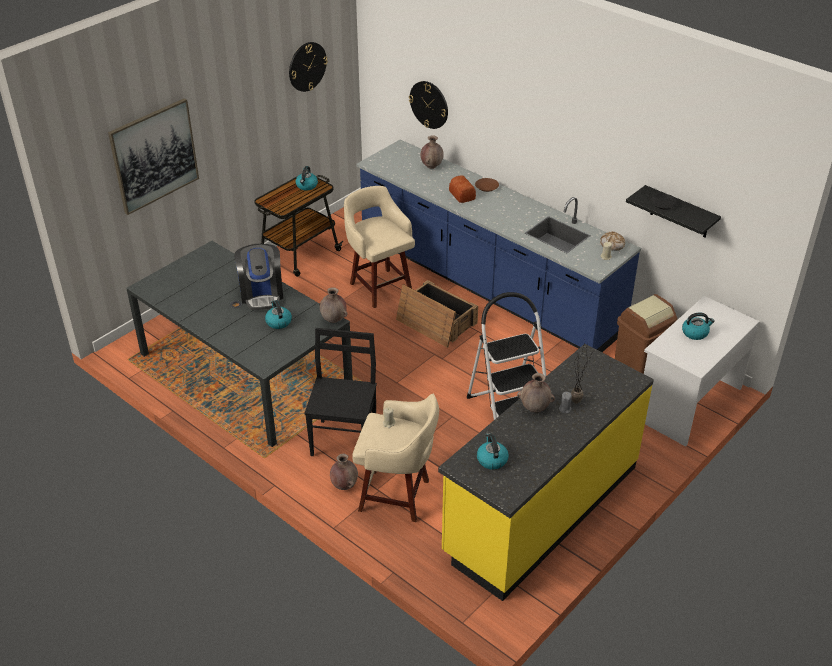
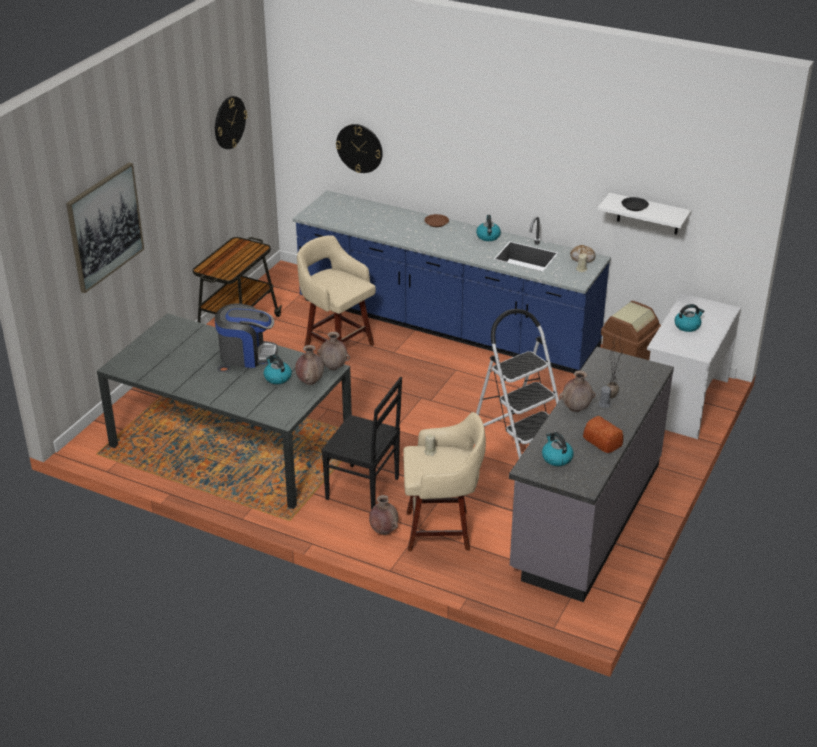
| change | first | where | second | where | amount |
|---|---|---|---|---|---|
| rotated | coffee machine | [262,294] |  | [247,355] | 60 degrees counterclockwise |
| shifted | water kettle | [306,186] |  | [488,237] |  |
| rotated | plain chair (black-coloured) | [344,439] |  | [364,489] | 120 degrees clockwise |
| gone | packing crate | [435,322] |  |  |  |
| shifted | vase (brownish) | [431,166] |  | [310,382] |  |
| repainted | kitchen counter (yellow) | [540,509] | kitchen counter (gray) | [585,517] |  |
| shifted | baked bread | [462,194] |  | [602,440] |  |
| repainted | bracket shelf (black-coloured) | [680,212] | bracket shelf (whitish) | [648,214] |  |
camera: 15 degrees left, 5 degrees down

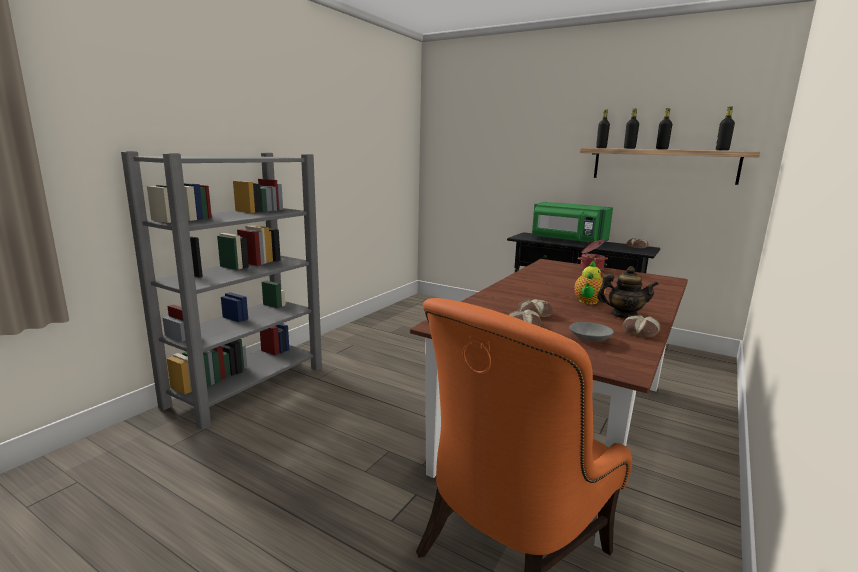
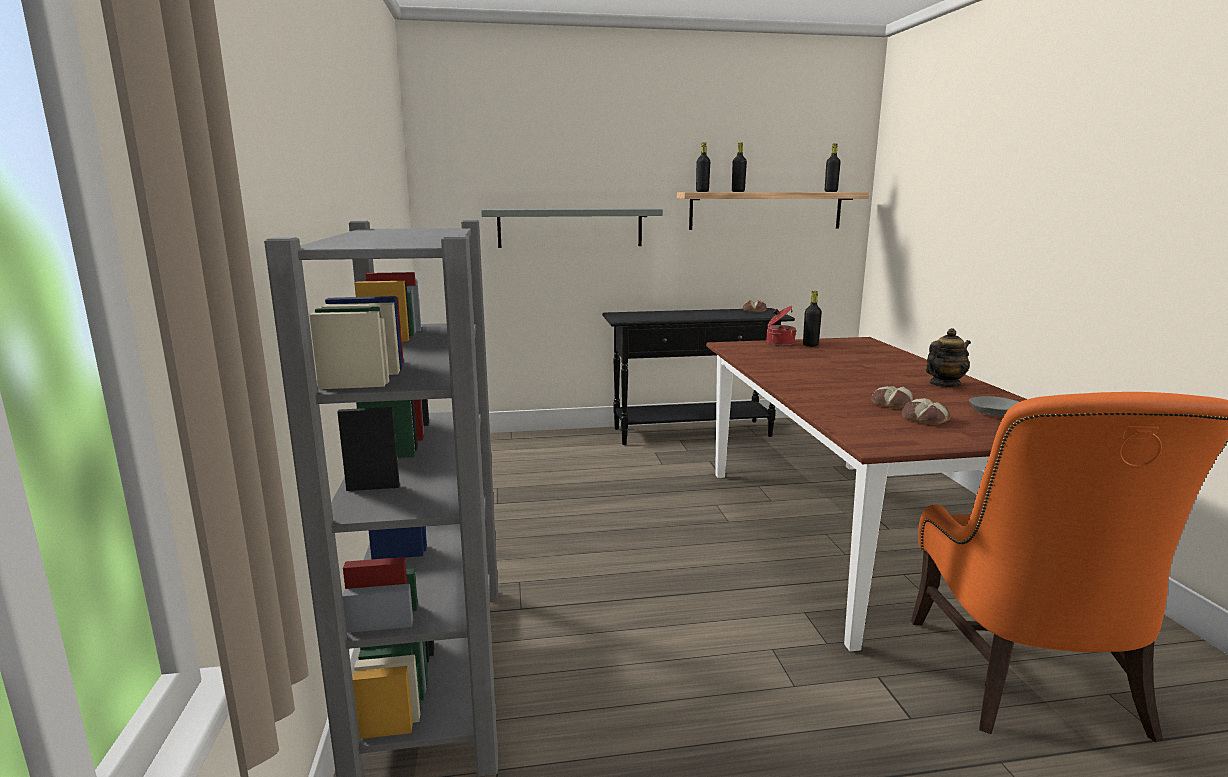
| change | first | where | second | where | amount |
|---|---|---|---|---|---|
| gone | microwave (green) | [567,241] |  |  |  |
| gone | pot for tea | [587,302] |  |  |  |
| gone | baked bread | [639,331] |  |  |  |
| shifted | drink bottle (black-coloured) | [661,149] |  | [810,345] |  |
| new |  |  | bracket shelf (gray) | [570,227] |  |
camera: 40 degrees left, 0 degrees up

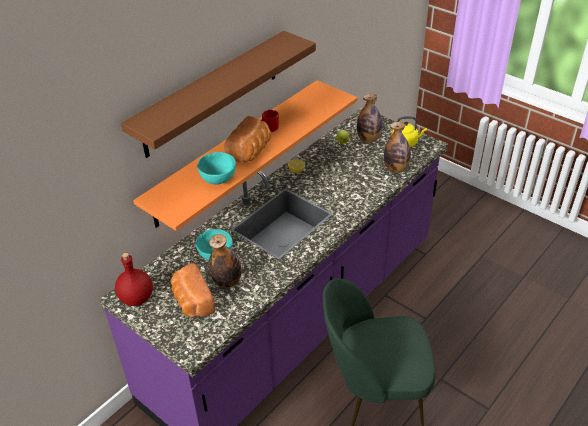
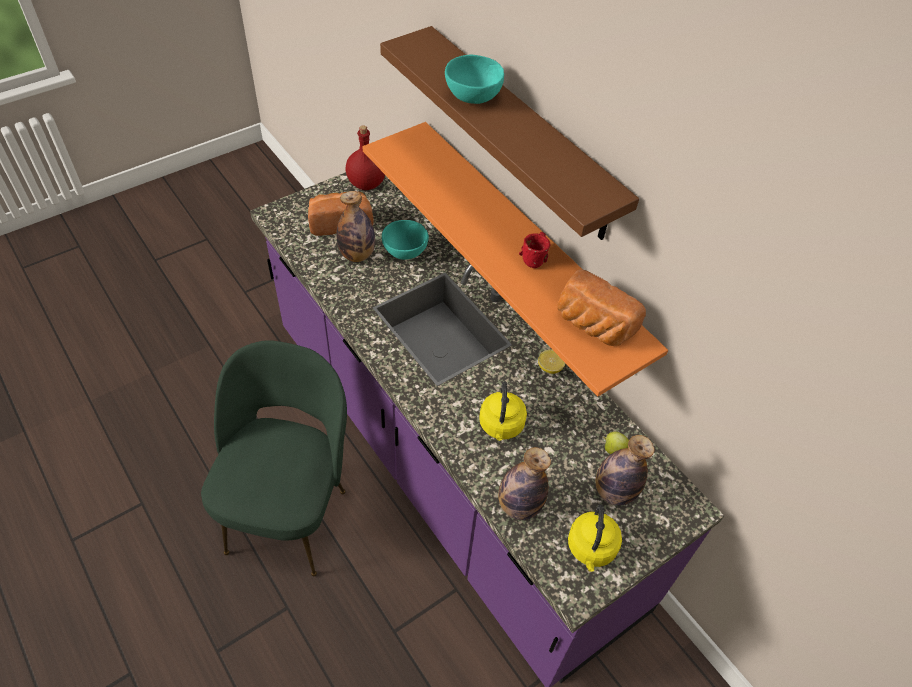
| change | first | where | second | where | amount |
|---|---|---|---|---|---|
| shifted | serving bowl (turquoise-coloured) | [219,179] |  | [473,98] |  |
| shifted | baked bread | [251,151] |  | [592,325] |  |
| new |  |  | water kettle (yellow) | [501,426] |  |
camera: 100 degrees right, 10 degrees up

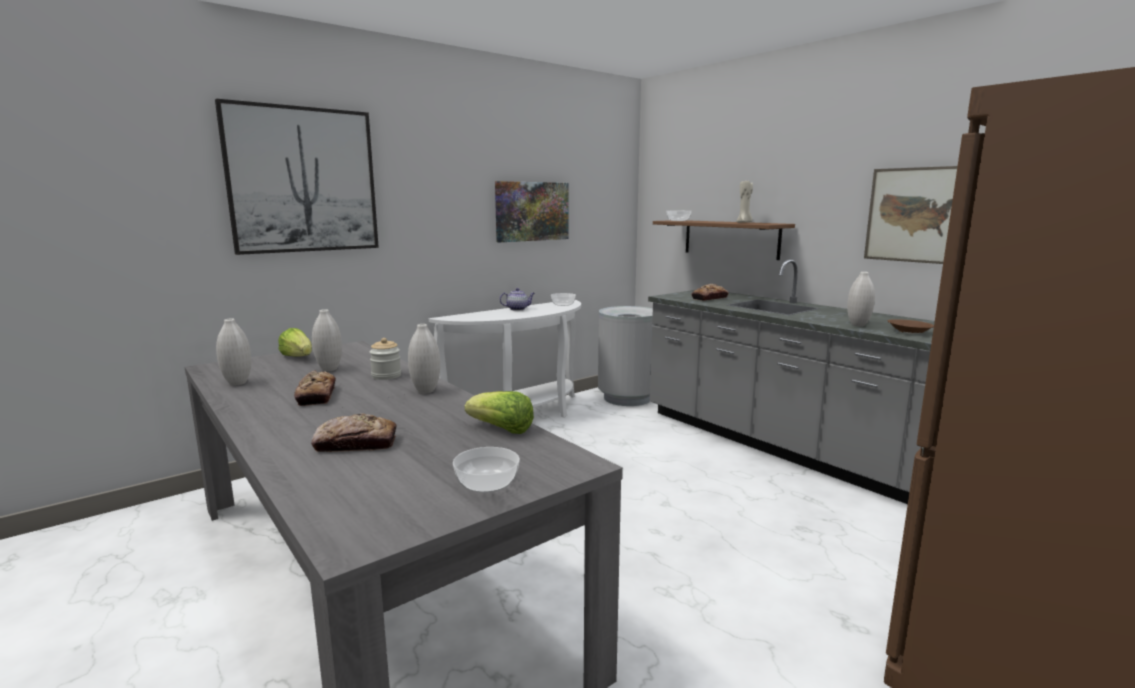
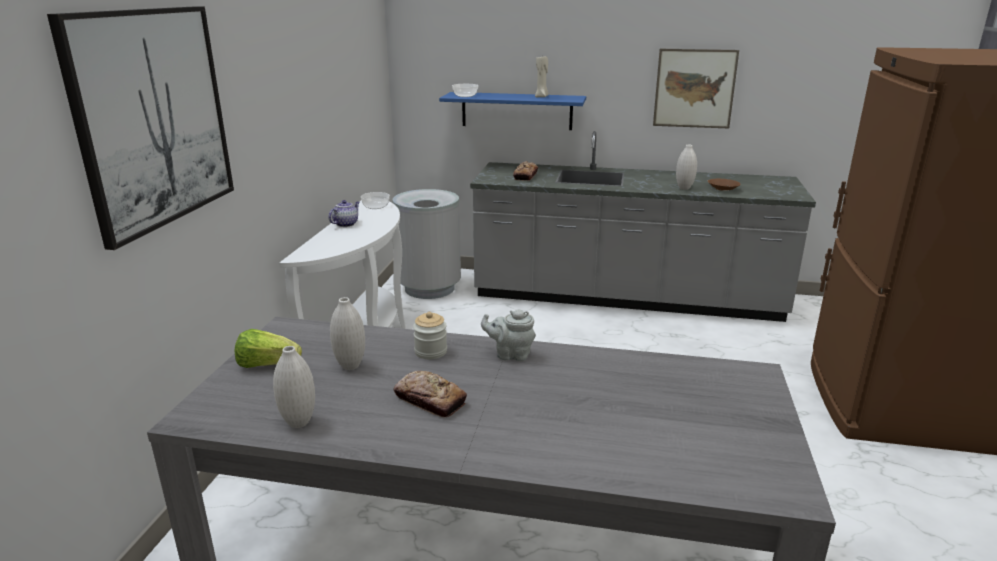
| change | first | where | second | where | amount |
|---|---|---|---|---|---|
| gone | baked bread | [356,444] |  |  |  |
| swapped | vase (whitish) | [426,391] | pot for tea (gray) | [510,354] |  |
| gone | serving bowl | [486,484] |  |  |  |
| gone | lettuce head | [502,430] |  |  |  |
| gone | picture | [532,211] |  |  |  |
| repainted | bracket shelf (brownish) | [730,239] | bracket shelf (blue-coloured) | [516,111] |  |
camera: 40 degrees left, 10 degrees up

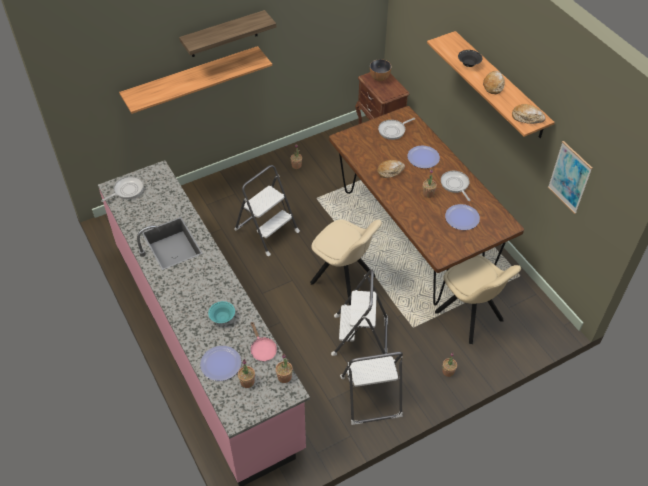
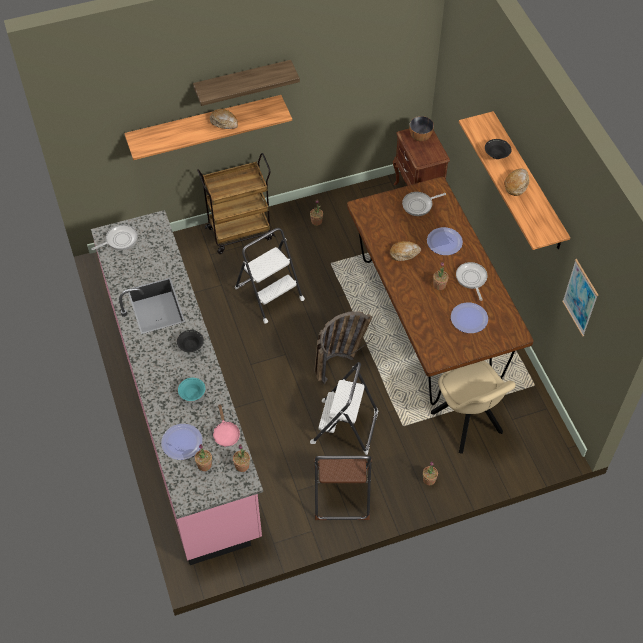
| change | first | where | second | where | amount |
|---|---|---|---|---|---|
| swapped | plain chair (beige-coloured) | [343,279] | basket | [340,361] |  |
| repainted | step ladder (whitish) | [371,398] | step ladder (brownish) | [341,495] |  |
| shifted | baked bread | [527,118] |  | [224,122] |  |
| new |  |  | serving bowl (black-coloured) | [191,346] |  |
| new |  |  | wheeled cart (brownish) | [240,233] |  |
camera: 10 degrees right, 5 degrees up

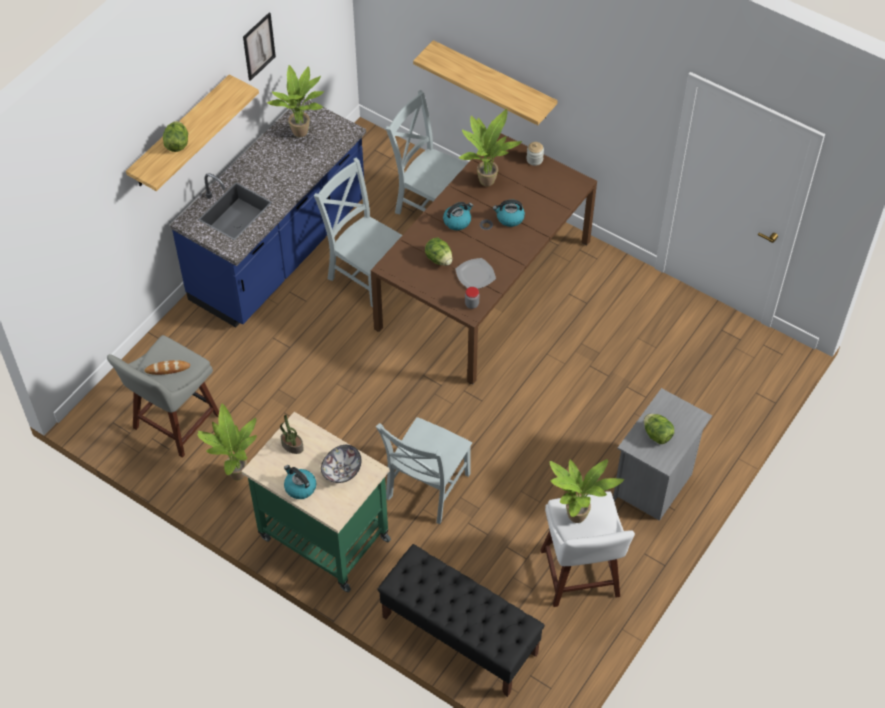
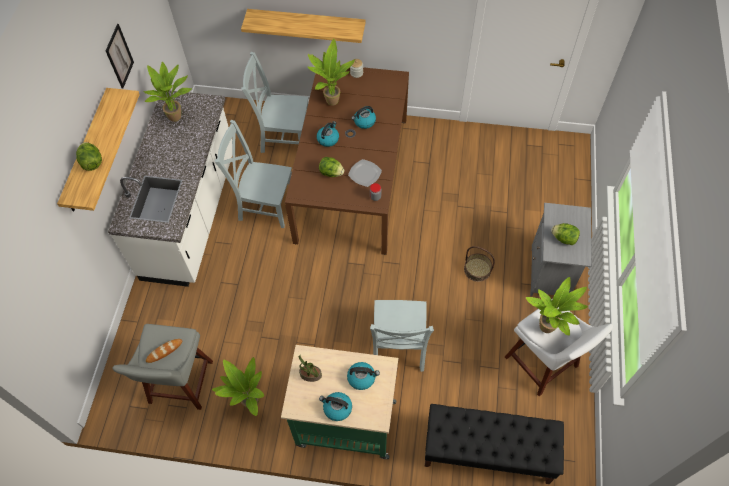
| change | first | where | second | where | amount |
|---|---|---|---|---|---|
| repainted | kitchen counter (blue-coloured) | [280,251] | kitchen counter (whitish) | [191,214] |  |
| swapped | serving bowl | [341,470] | water kettle | [362,378] |  |
| new |  |  | basket | [477,269] |  |
camera: 25 degrees left, 5 degrees up

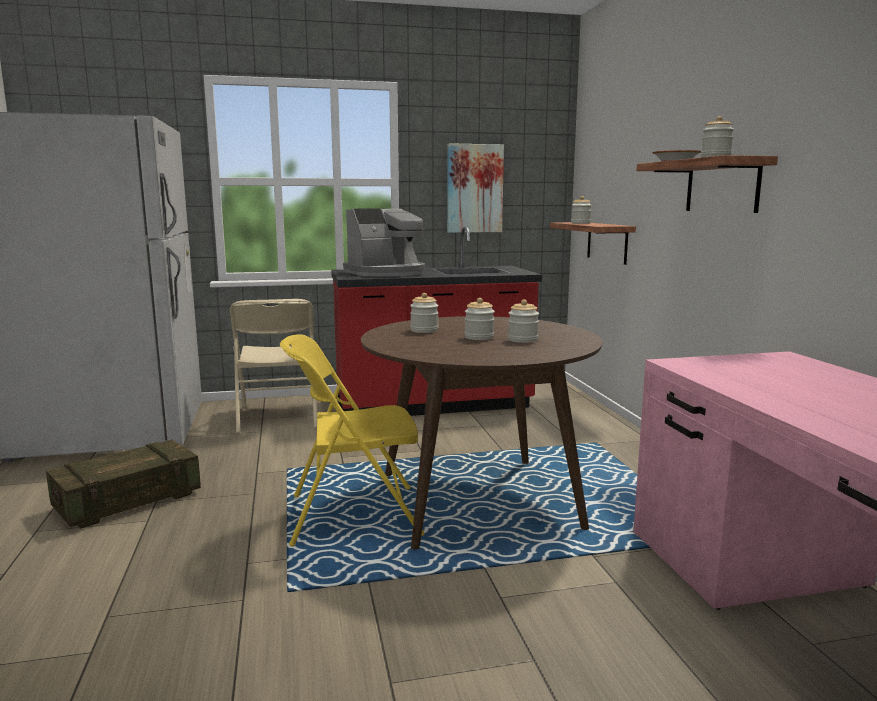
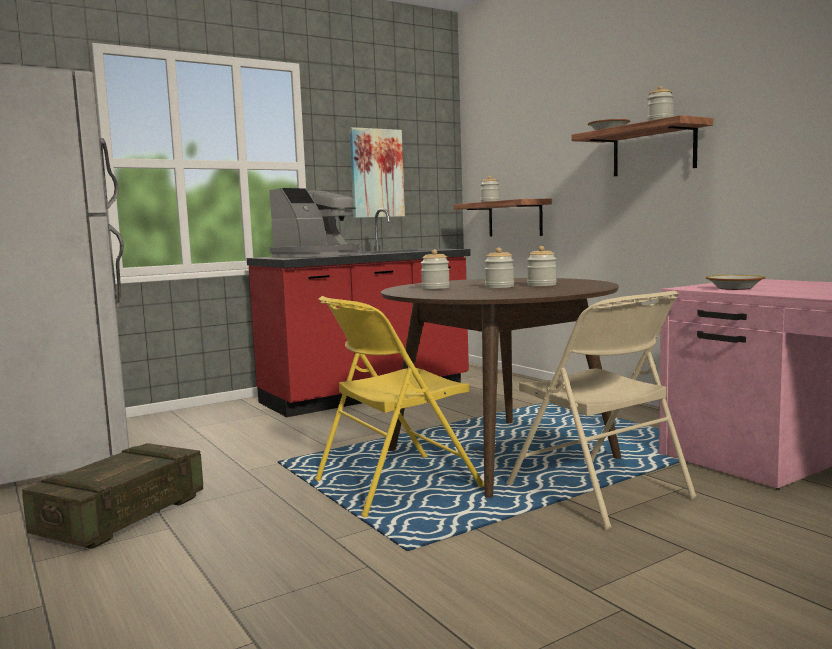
| change | first | where | second | where | amount |
|---|---|---|---|---|---|
| shifted | plain chair (beige-coloured) | [278,417] |  | [597,492] |  |
| new |  |  | serving bowl | [734,288] |  |
camera: 20 degrees left, 5 degrees down

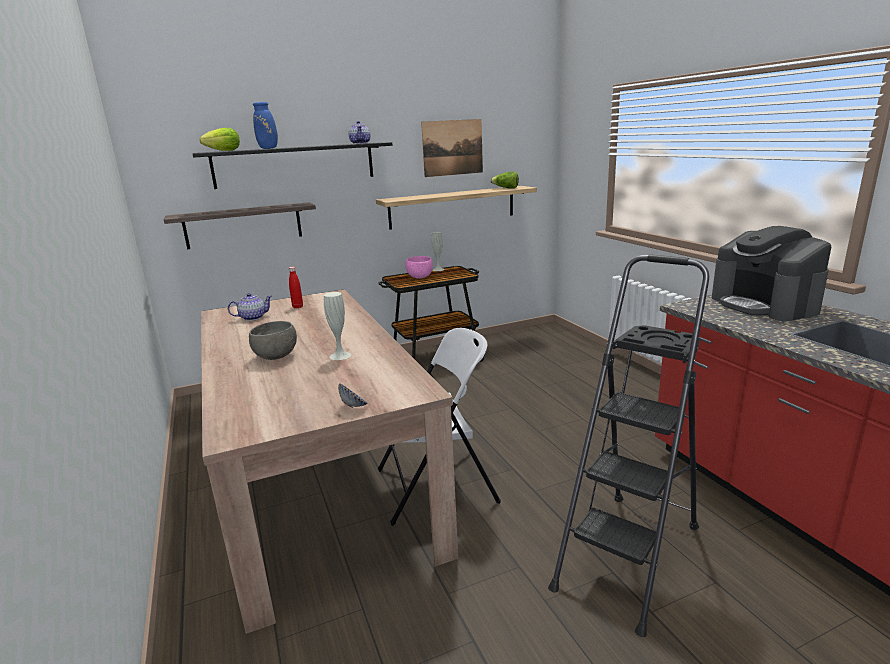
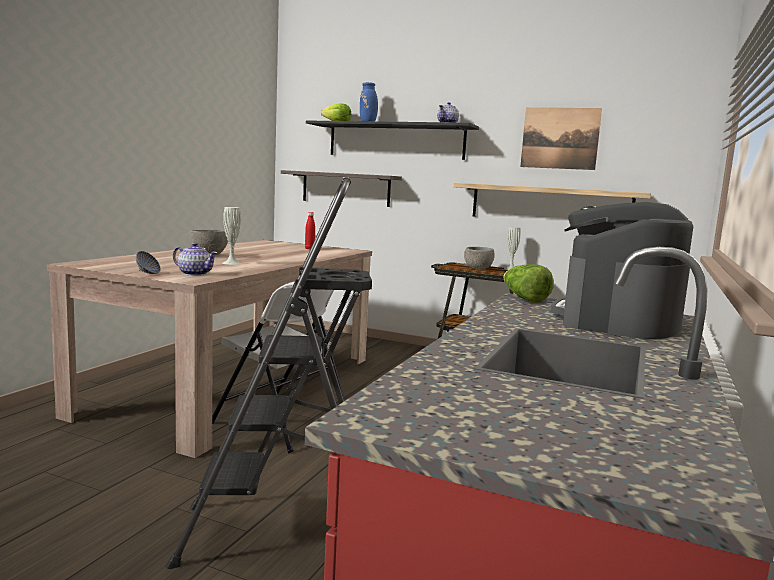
| change | first | where | second | where | amount |
|---|---|---|---|---|---|
| shifted | pot for tea | [252,317] |  | [195,274] |  |
| repainted | serving bowl (pink-coloured) | [419,277] | serving bowl (gray) | [477,269] |  |
| shifted | lettuce head | [505,188] |  | [523,298] |  |
camera: 45 degrees right, 10 degrees down

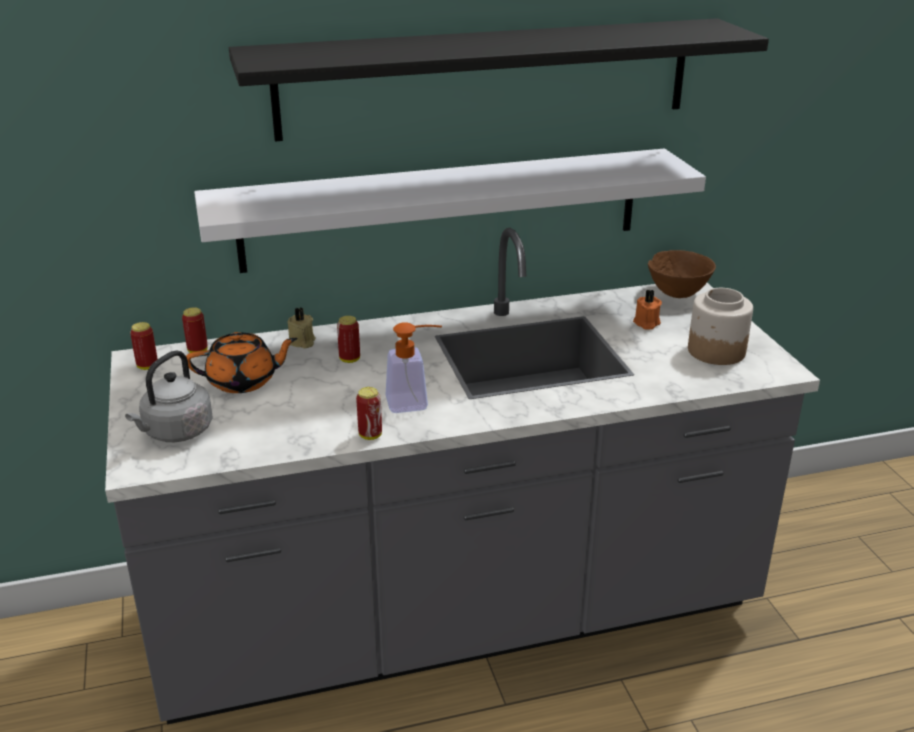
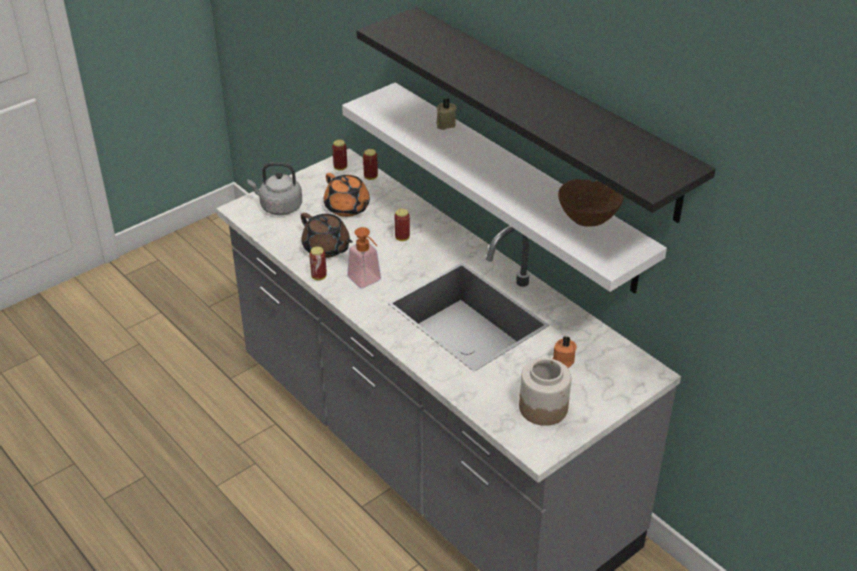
| change | first | where | second | where | amount |
|---|---|---|---|---|---|
| shifted | wax light (beige-coloured) | [302,342] |  | [445,124] |  |
| shifted | serving bowl (brownish) | [677,293] |  | [588,220] |  |
| new |  |  | pot for tea (brownish) | [326,248] |  |
camera: 65 degrees right, 10 degrees up

